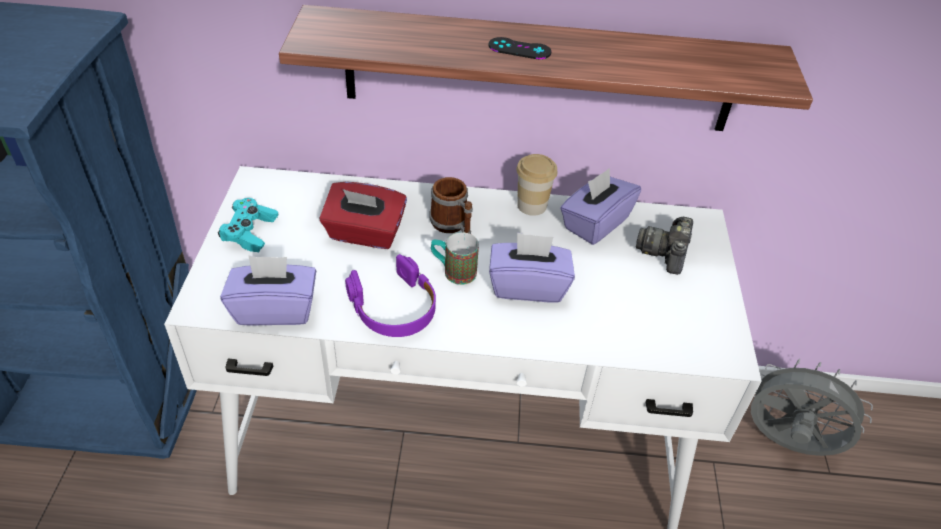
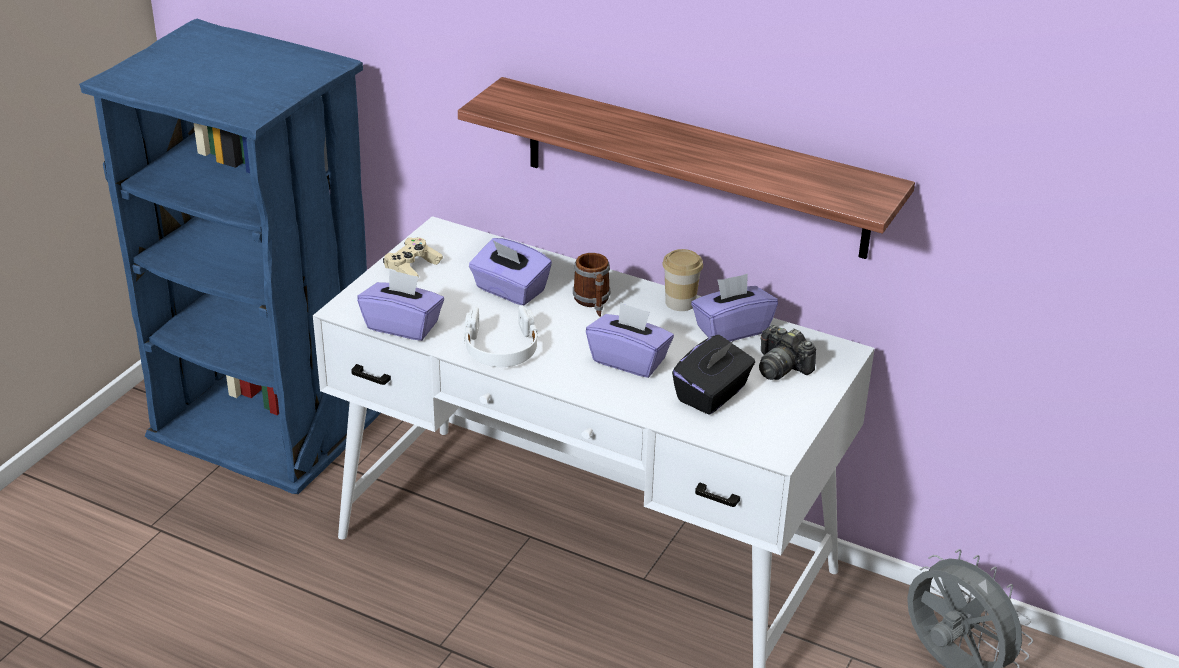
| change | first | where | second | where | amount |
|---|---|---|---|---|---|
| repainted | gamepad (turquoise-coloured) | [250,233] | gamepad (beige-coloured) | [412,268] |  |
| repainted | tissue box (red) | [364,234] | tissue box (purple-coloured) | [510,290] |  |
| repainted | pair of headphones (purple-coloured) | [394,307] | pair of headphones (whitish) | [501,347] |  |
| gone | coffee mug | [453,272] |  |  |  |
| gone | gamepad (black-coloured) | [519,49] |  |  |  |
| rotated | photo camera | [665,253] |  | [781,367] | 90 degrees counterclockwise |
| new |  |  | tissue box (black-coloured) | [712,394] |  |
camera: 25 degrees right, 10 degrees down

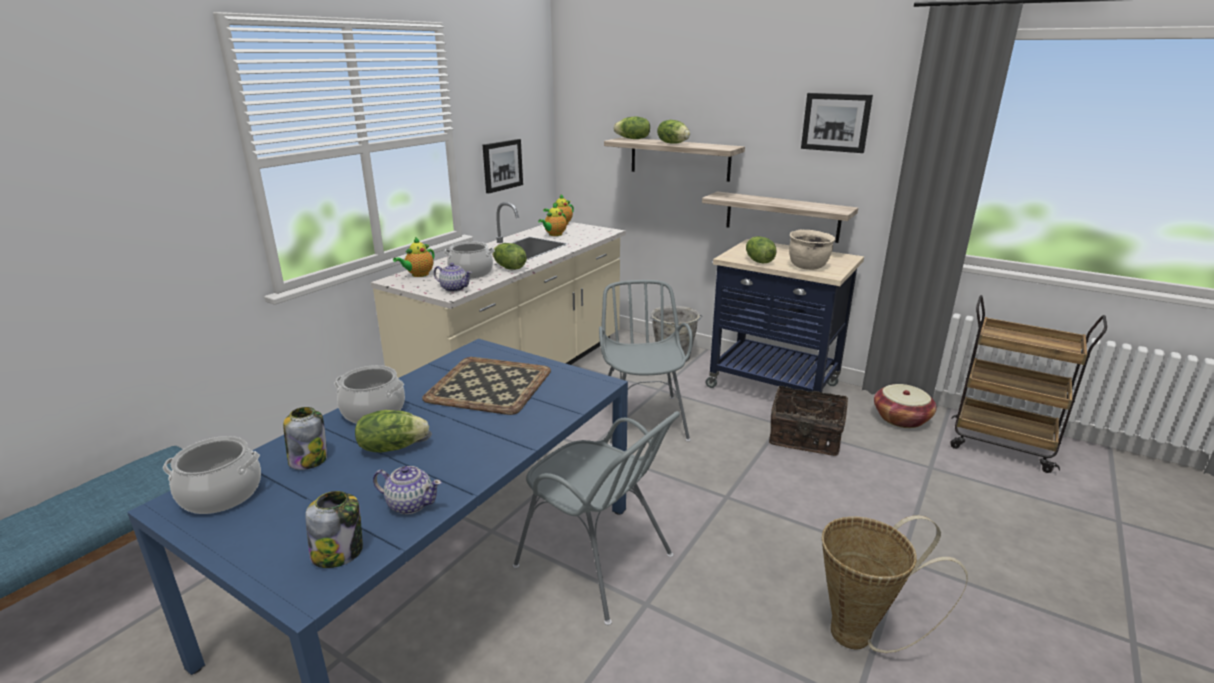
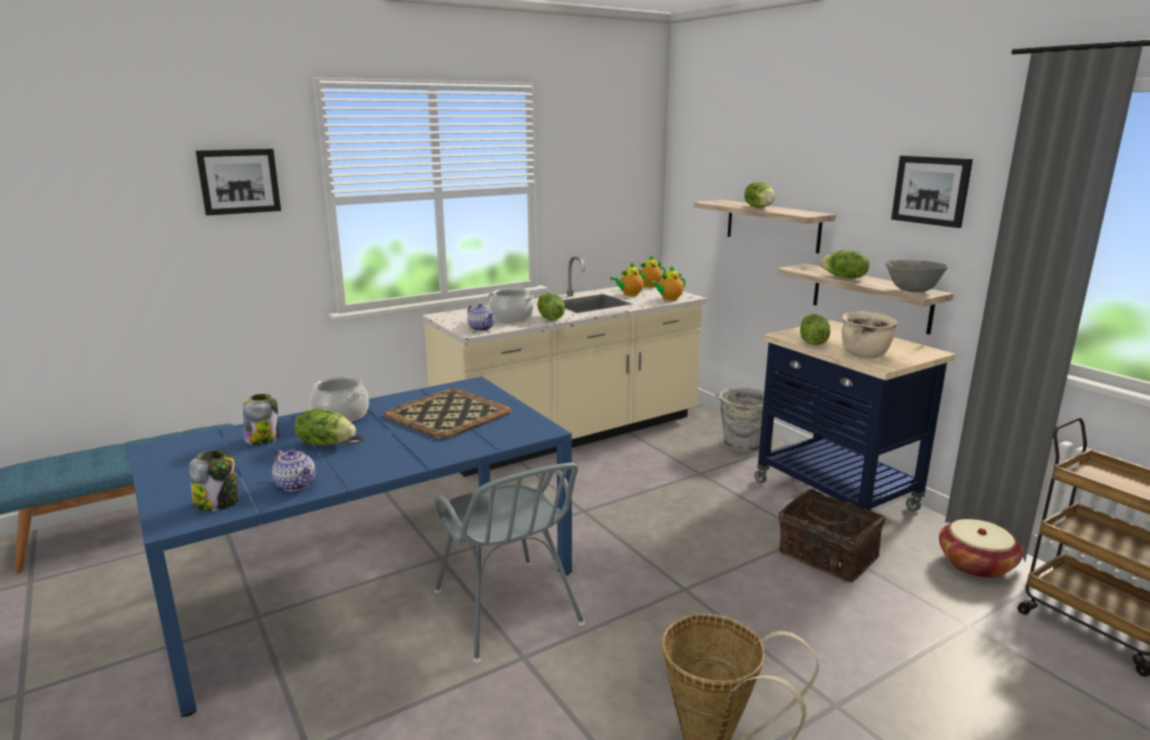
| change | first | where | second | where | amount |
|---|---|---|---|---|---|
| gone | saucepot | [221,494] |  |  |  |
| shifted | pot for tea | [418,275] |  | [669,299] |  |
| shifted | picture | [502,165] |  | [239,181] |  |
| gone | plain chair (gray) | [641,417] |  |  |  |
| shifted | lettuce head | [633,139] |  | [844,277] |  |
| new |  |  | serving bowl (gray) | [912,291] |  |
camera: 25 degrees right, 5 degrees down

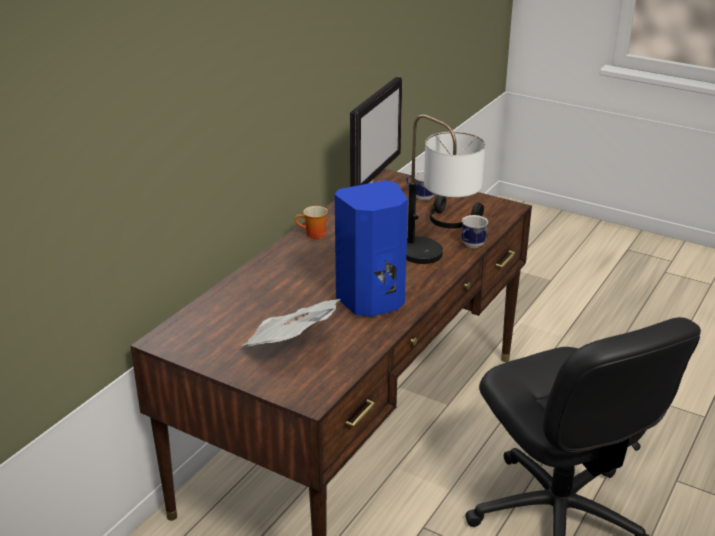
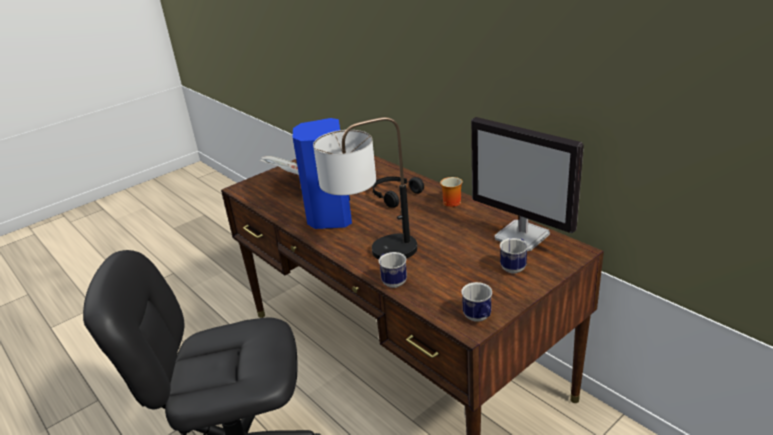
| change | first | where | second | where | amount |
|---|---|---|---|---|---|
| shifted | pair of headphones (black-coloured) | [452,222] |  | [394,195] |  |
| new |  |  | coffee mug | [479,318] |  |
camera: 110 degrees right, 0 degrees up

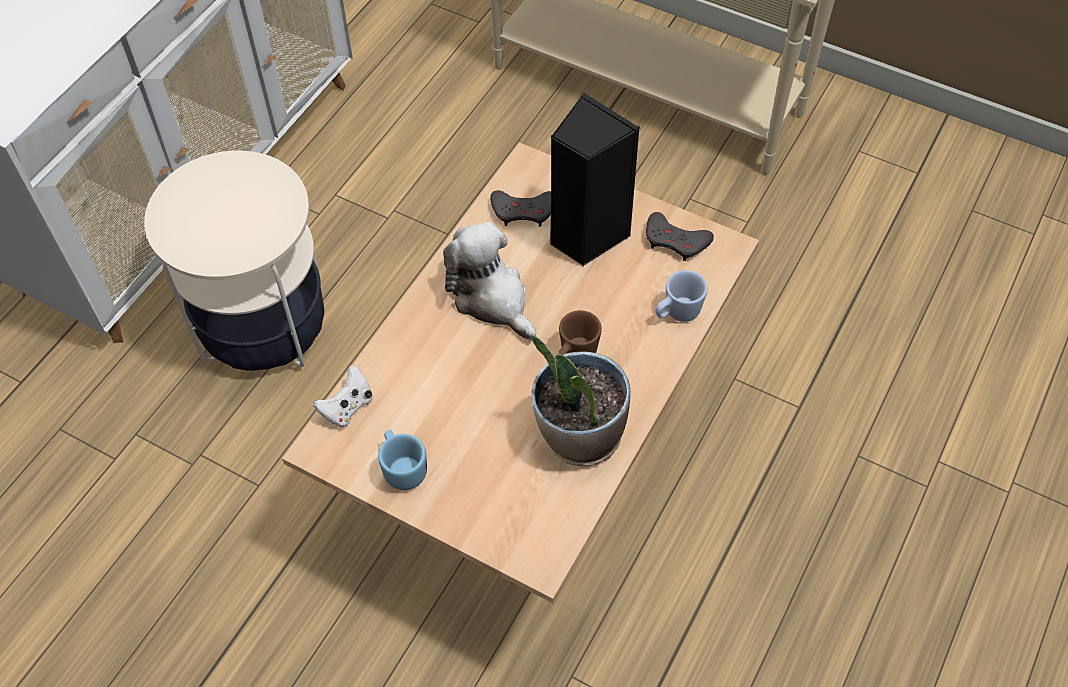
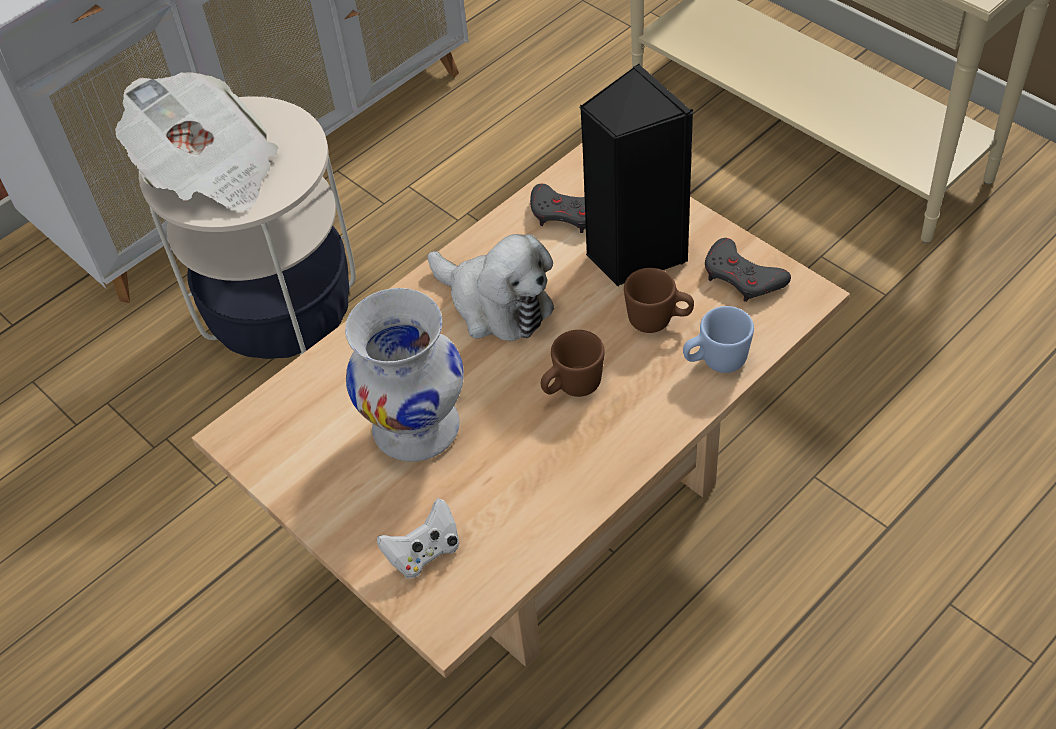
| change | first | where | second | where | amount |
|---|---|---|---|---|---|
| shifted | gamepad (whitish) | [347,407] |  | [424,552] |  |
| gone | coffee mug (blue-coloured) | [403,467] |  |  |  |
| rotated | cuddly toy | [492,298] |  | [496,304] | 150 degrees clockwise |
| gone | potted plant | [579,436] |  |  |  |
| new |  |  | daily paper | [209,172] |  |
| new |  |  | vase (whitish) | [414,428] |  |
| new |  |  | coffee mug (brownish) | [658,321] |  |
camera: 20 degrees right, 5 degrees down

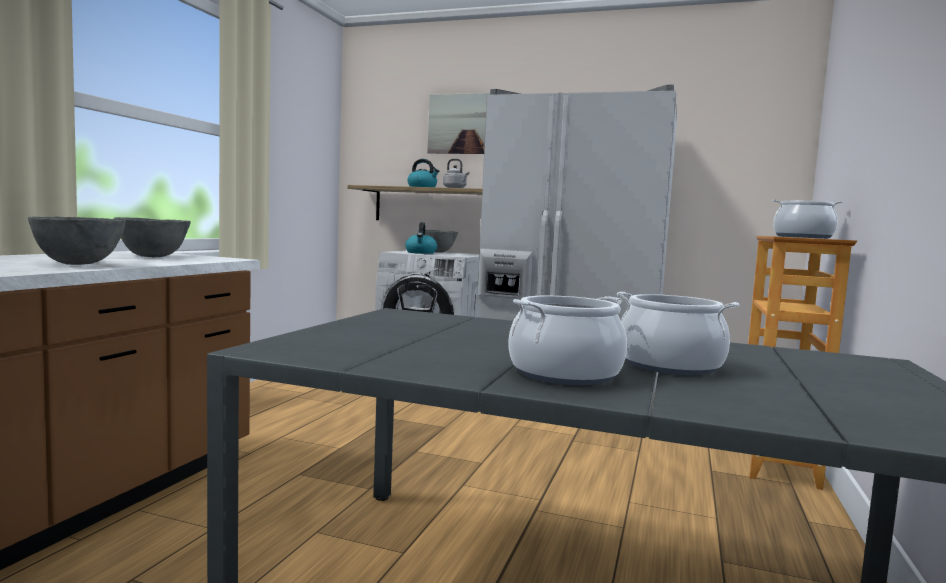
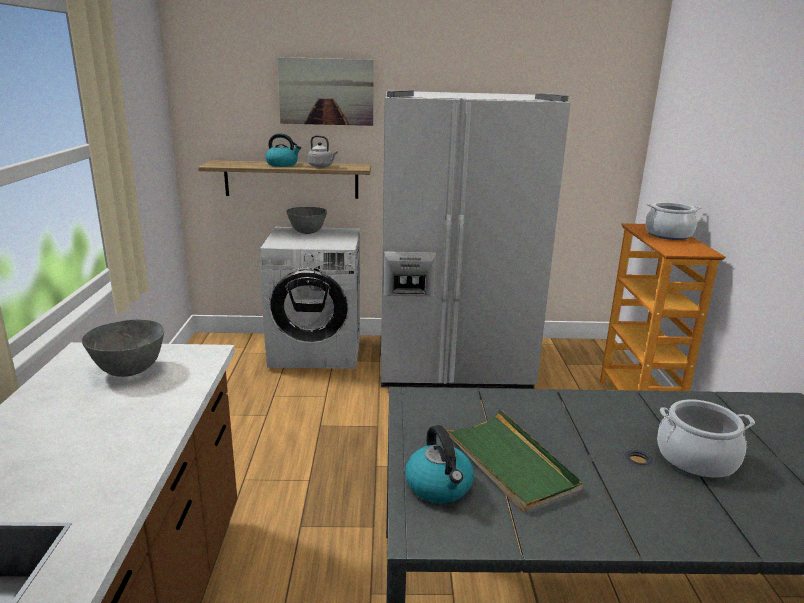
| change | first | where | second | where | amount |
|---|---|---|---|---|---|
| gone | serving bowl (gray) | [78,264] |  |  |  |
| shifted | water kettle | [421,253] |  | [439,486] |  |
| gone | saucepot | [564,373] |  |  |  |
| new |  |  | carrying tray (green) | [508,462] |  |
camera: 20 degrees left, 15 degrees up

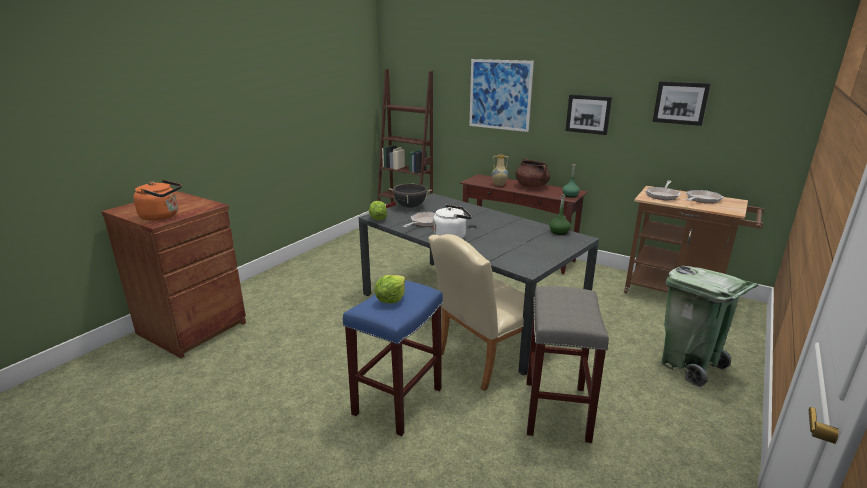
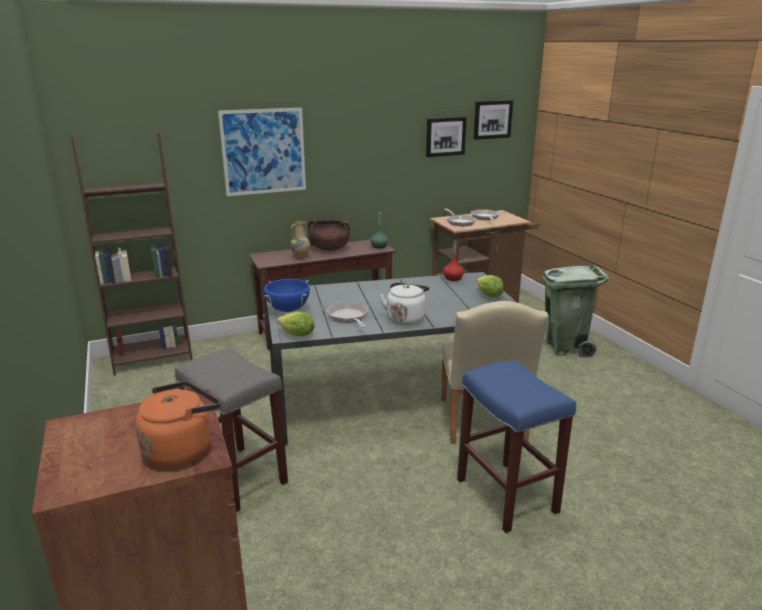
| change | first | where | second | where | amount |
|---|---|---|---|---|---|
| shifted | lettuce head | [391,299] |  | [489,296] |  |
| repainted | saucepot (black-coloured) | [410,206] | saucepot (blue-coloured) | [288,310] |  |
| shifted | sitting stool (gray) | [555,409] |  | [237,477] |  |
| repainted | drink bottle (green) | [559,232] | drink bottle (red) | [453,278] |  |
| shifted | picture | [588,114] |  | [492,119] |  |
camera: 55 degrees left, 0 degrees up

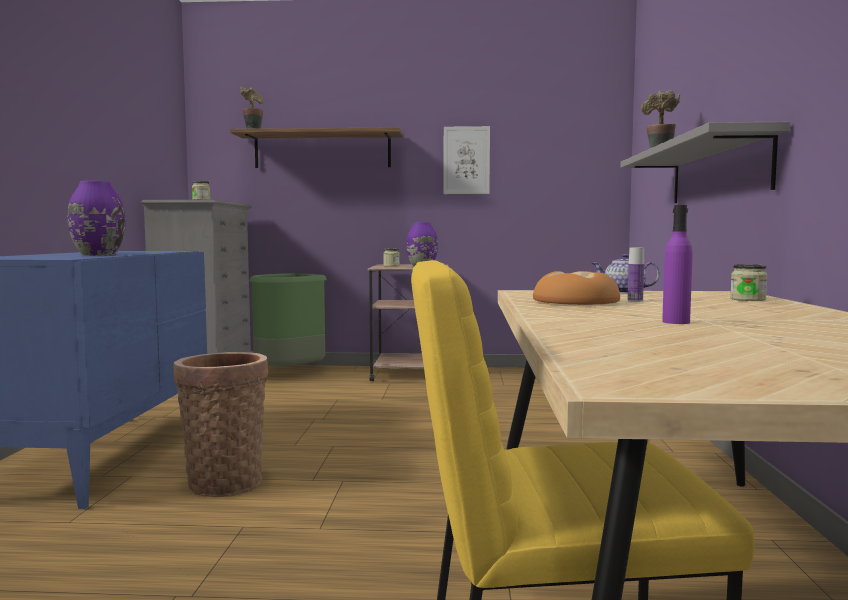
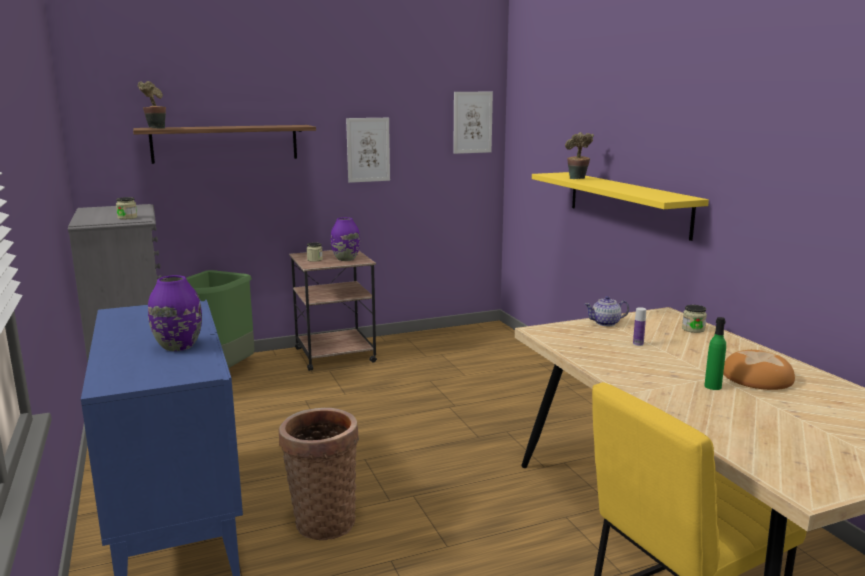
| change | first | where | second | where | amount |
|---|---|---|---|---|---|
| shifted | baked bread | [575,301] |  | [756,377] |  |
| repainted | bracket shelf (gray) | [717,171] | bracket shelf (yellow) | [627,203] |  |
| repainted | drink bottle (purple-coloured) | [676,322] | drink bottle (green) | [712,386] |  |
| new |  |  | picture | [472,122] |  |
camera: 25 degrees left, 10 degrees up

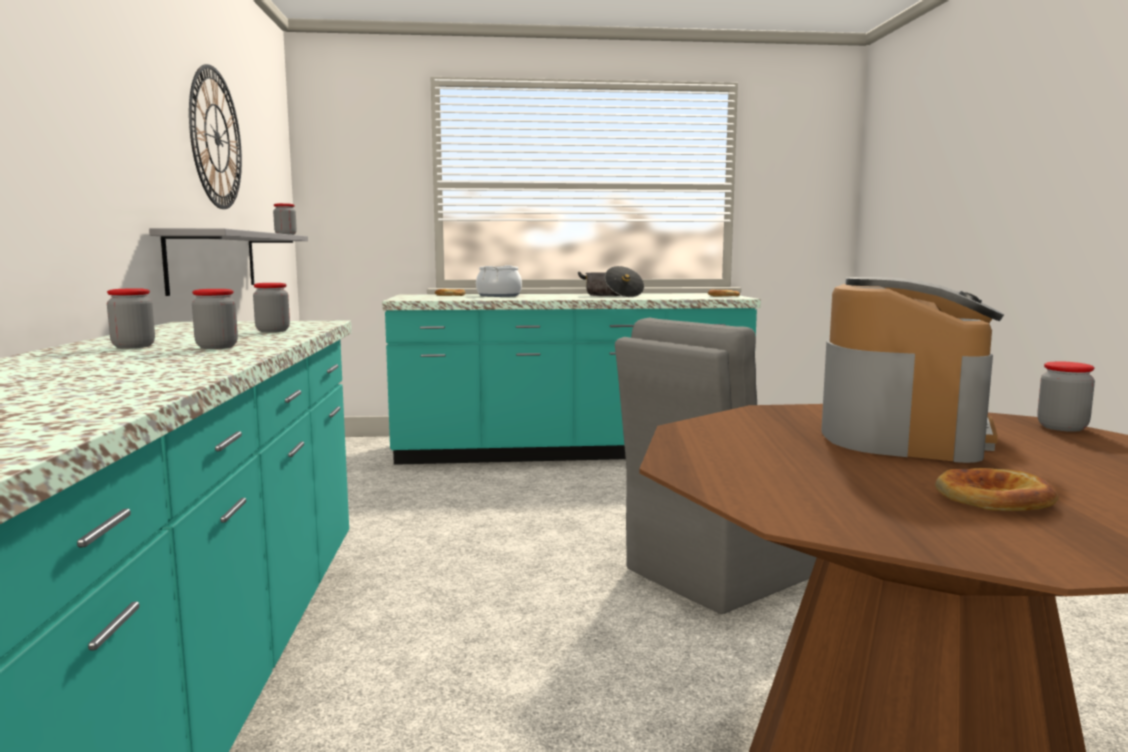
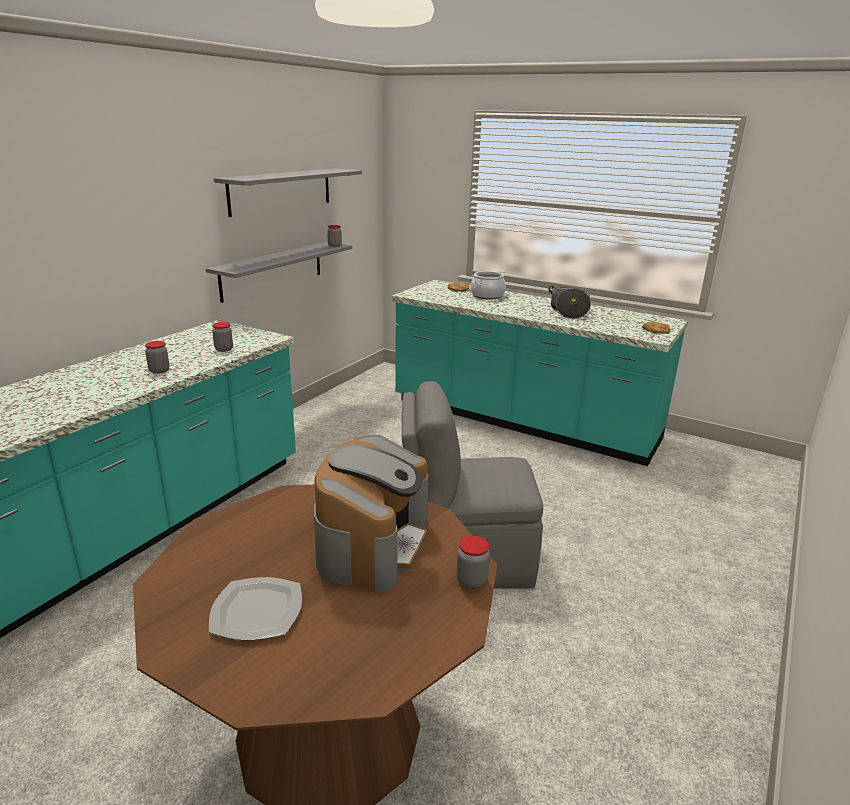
| change | first | where | second | where | amount |
|---|---|---|---|---|---|
| gone | jar | [133,346] |  |  |  |
| swapped | wall clock | [216,138] | bracket shelf (gray) | [281,191] |  |
| rotated | coffee machine | [904,432] |  | [372,544] | 45 degrees counterclockwise |
| swapped | baked bread | [992,499] | flat dish | [256,611] |  |
camera: 35 degrees right, 15 degrees up

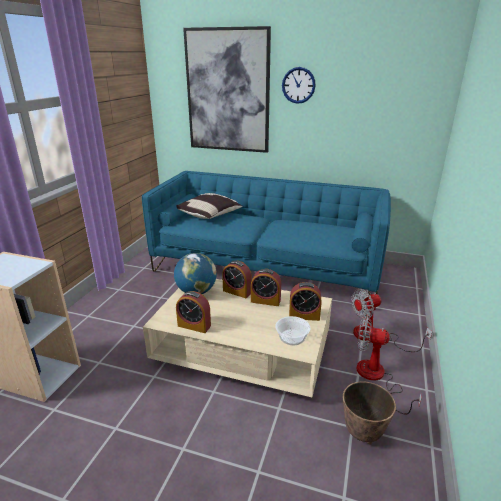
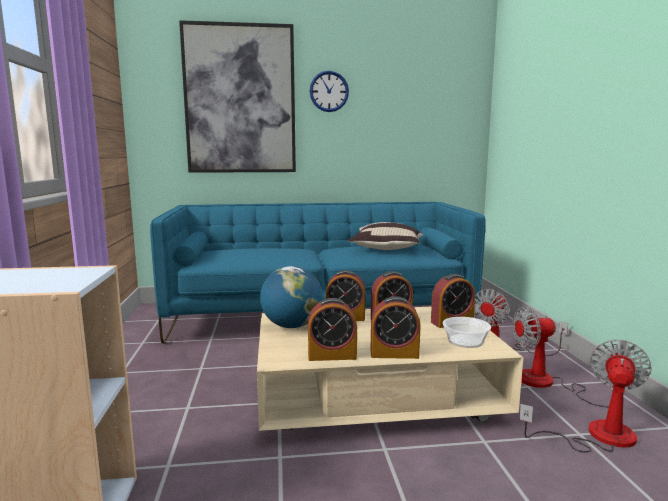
| change | first | where | second | where | amount |
|---|---|---|---|---|---|
| shifted | throw pillow | [208,214] |  | [386,248] |  |
| swapped | planter | [362,433] | electric fan | [596,436] |  |
| new |  |  | bedside clock | [394,354] |  |
camera: 25 degrees left, 15 degrees down

